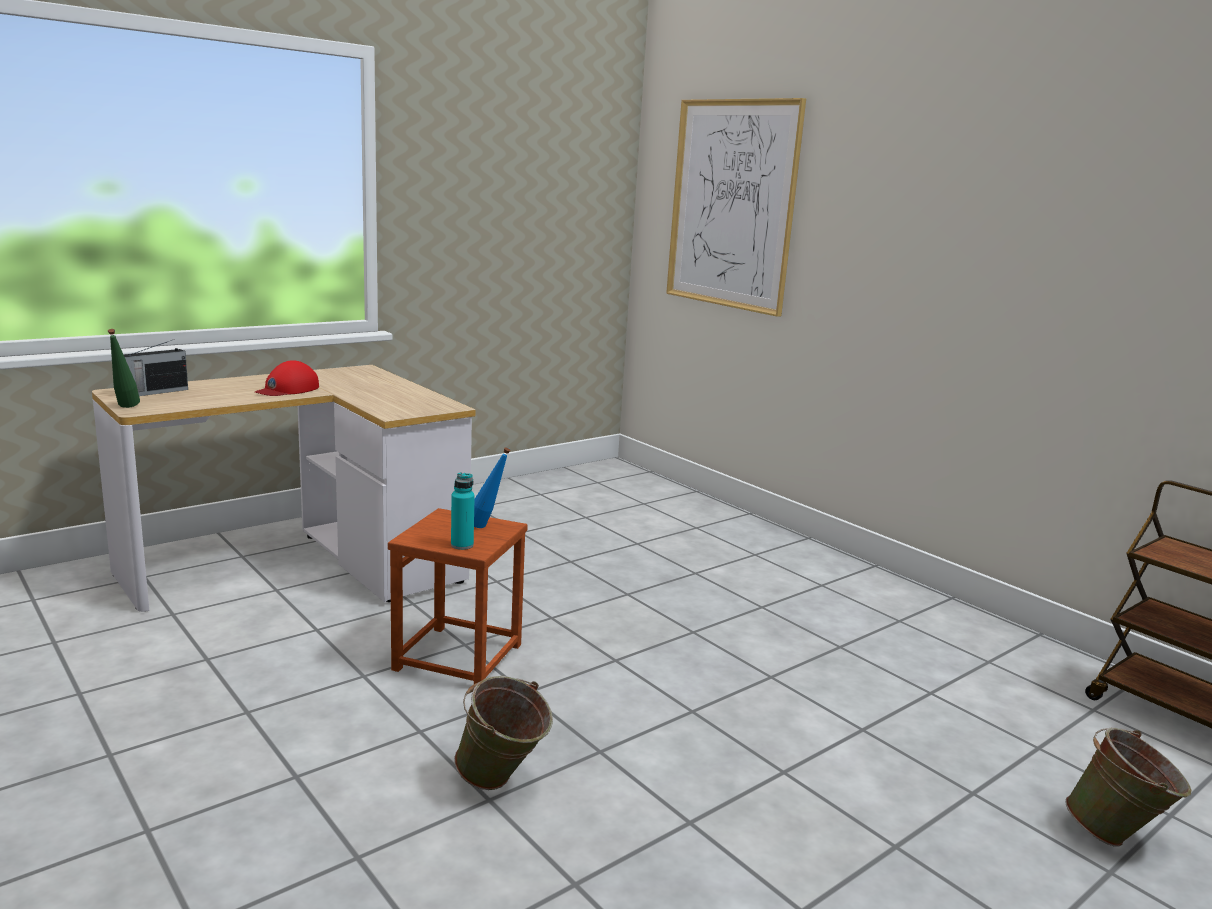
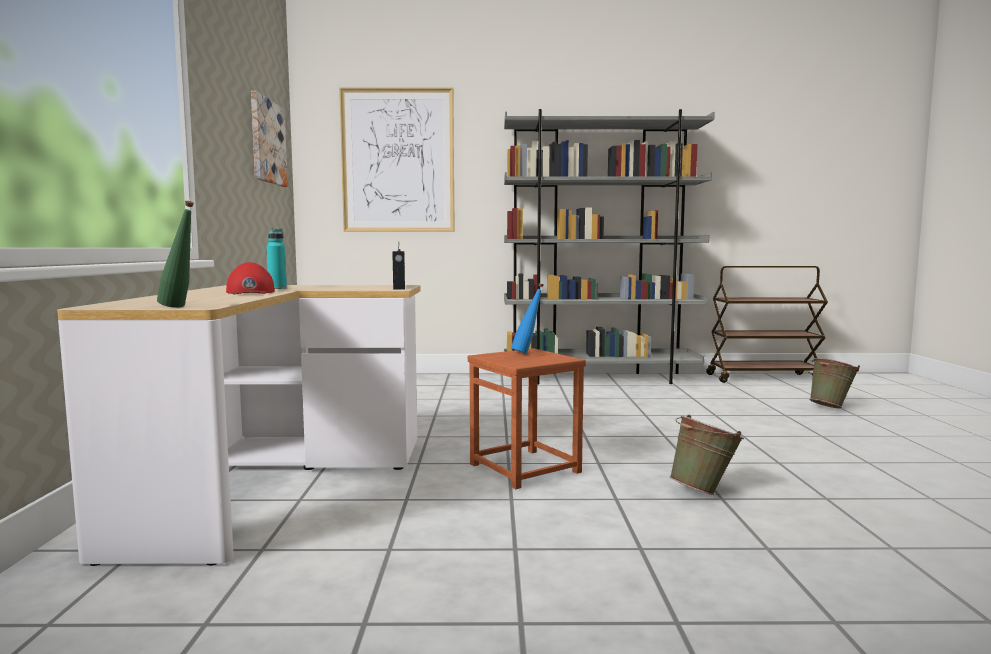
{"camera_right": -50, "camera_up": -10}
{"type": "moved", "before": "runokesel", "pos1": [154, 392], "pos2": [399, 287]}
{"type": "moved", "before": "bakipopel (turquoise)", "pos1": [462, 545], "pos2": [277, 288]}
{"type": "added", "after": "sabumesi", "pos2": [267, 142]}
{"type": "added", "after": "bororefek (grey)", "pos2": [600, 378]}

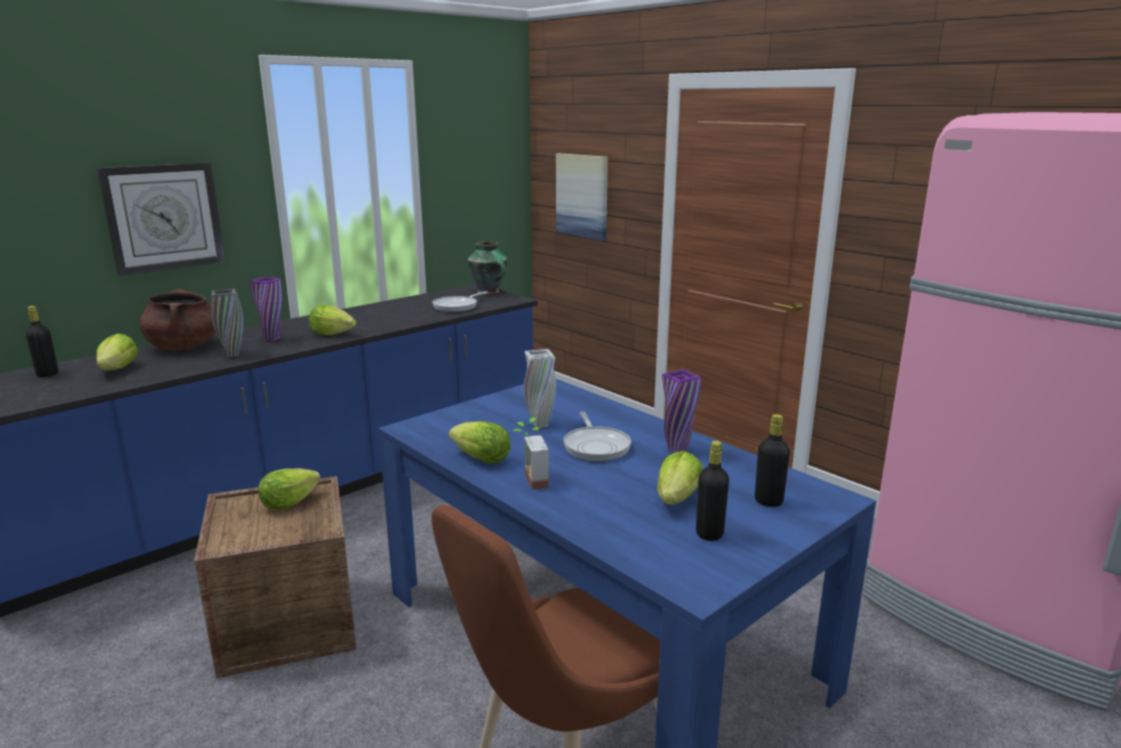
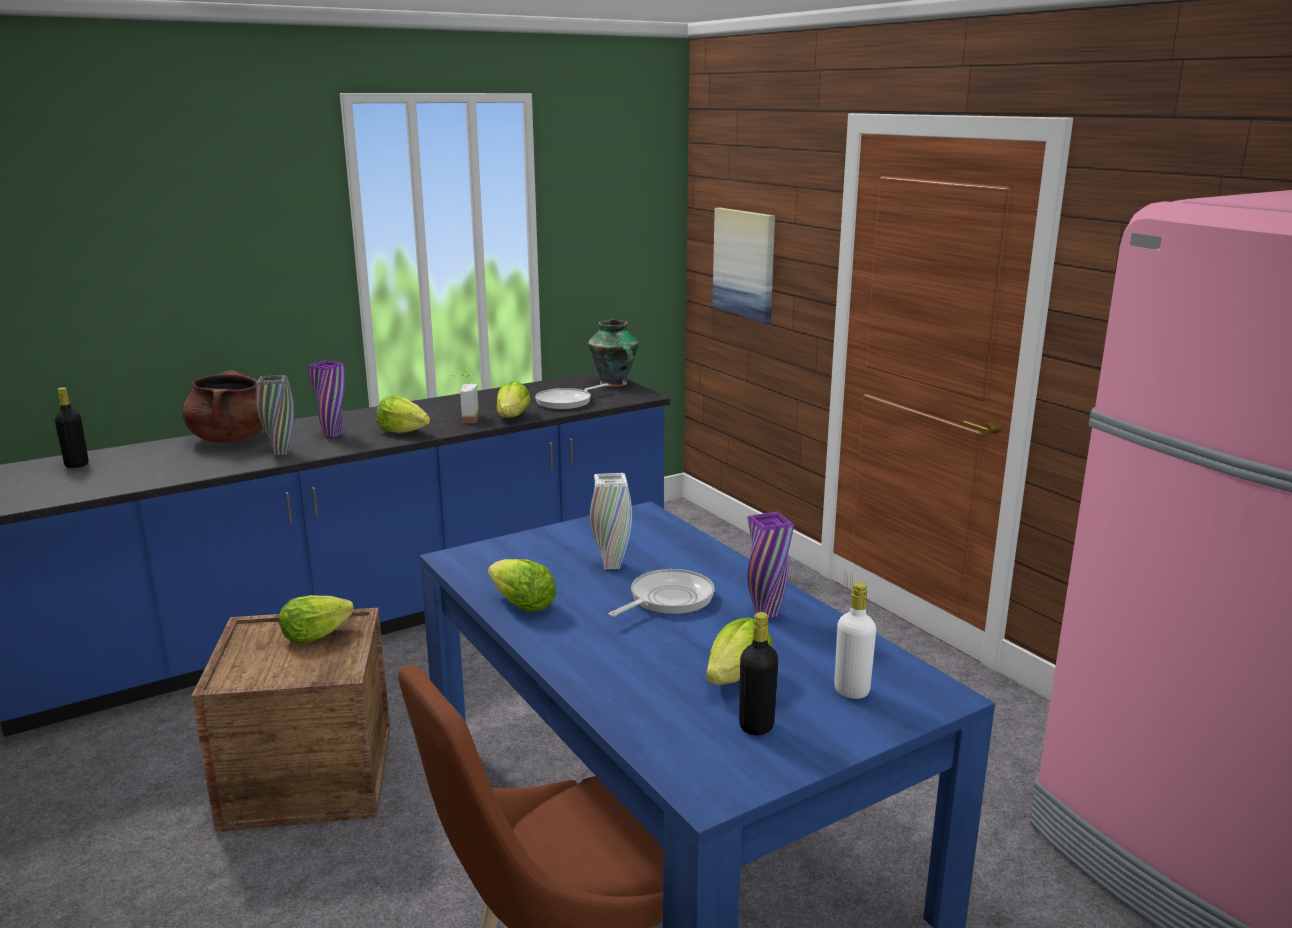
{"camera_right": 10, "camera_up": 0}
{"type": "removed", "before": "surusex", "pos1": [164, 217]}
{"type": "moved", "before": "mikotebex", "pos1": [119, 369], "pos2": [513, 417]}
{"type": "moved", "before": "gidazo", "pos1": [529, 481], "pos2": [464, 419]}
{"type": "turned", "before": "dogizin", "pos1": [596, 446], "pos2": [667, 599], "turn": -135}
{"type": "recoloured", "before": "bakipopel (black)", "after": "bakipopel (white)", "pos1": [768, 501], "pos2": [851, 691]}

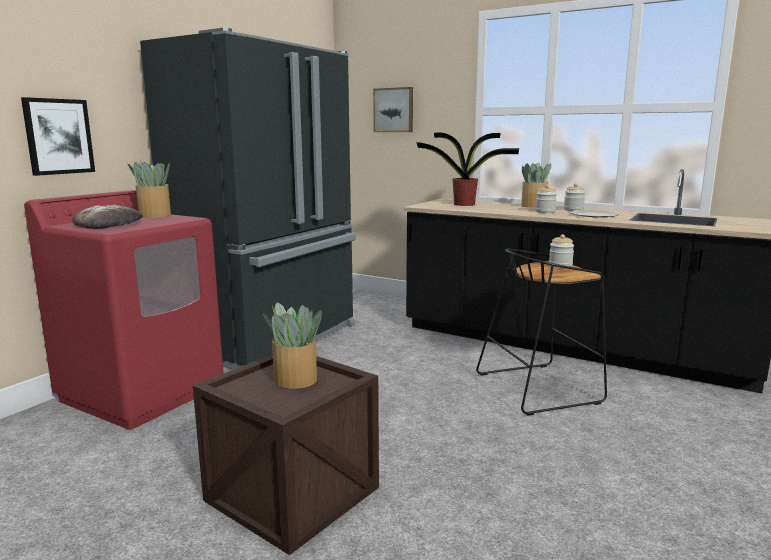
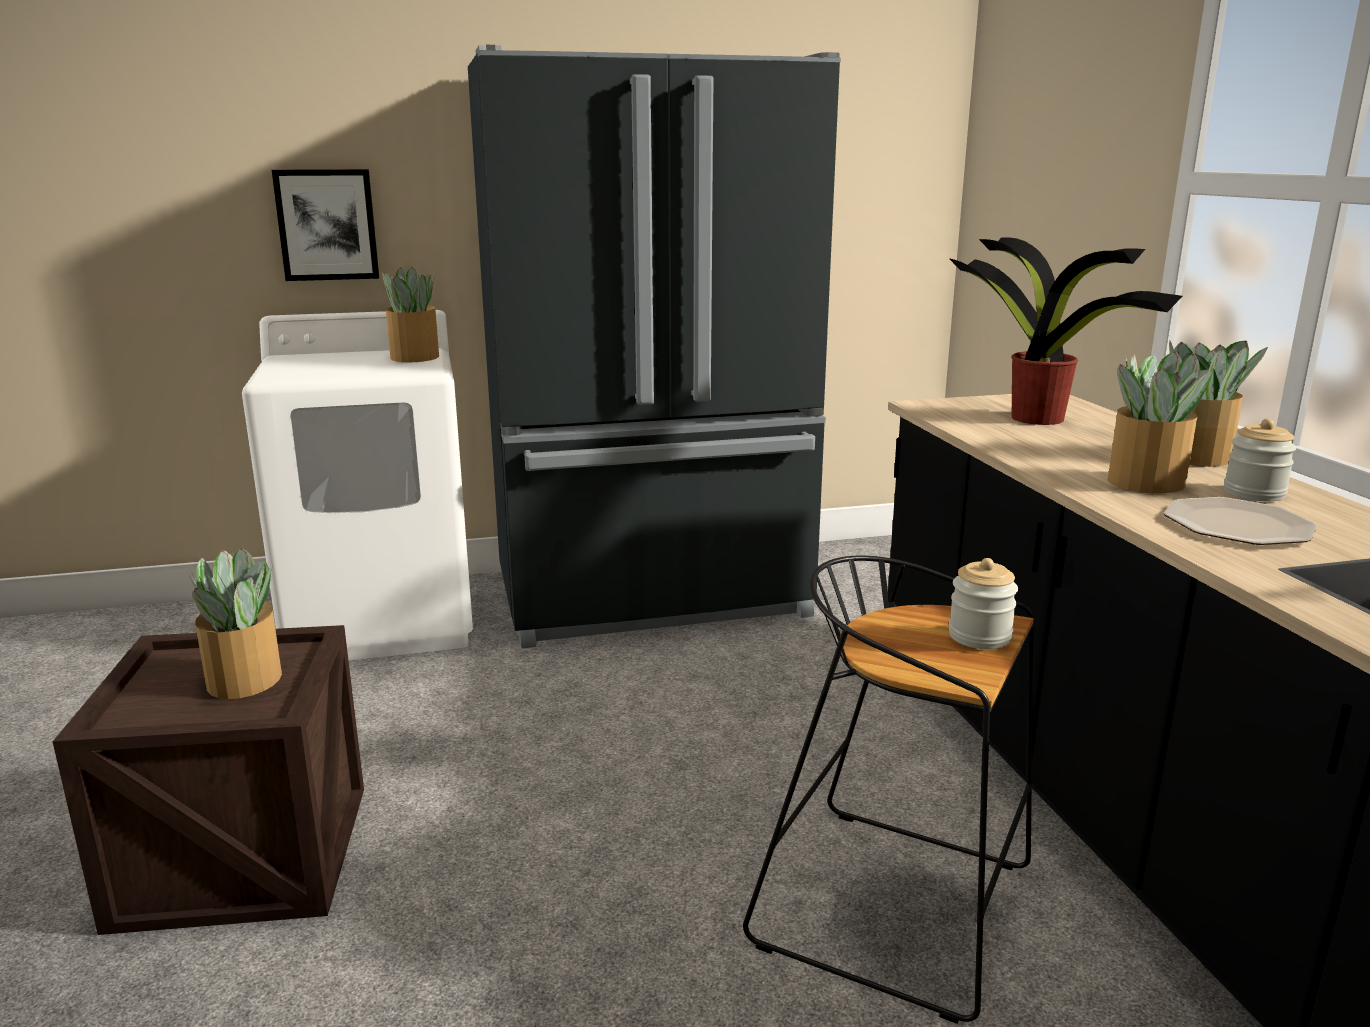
{"camera_right": 45, "camera_up": 5}
{"type": "recoloured", "before": "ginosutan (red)", "after": "ginosutan (white)", "pos1": [143, 392], "pos2": [383, 619]}
{"type": "removed", "before": "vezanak", "pos1": [109, 224]}
{"type": "removed", "before": "sabumesi", "pos1": [394, 110]}
{"type": "replaced", "before": "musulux", "after": "gidazo", "pos1": [545, 212], "pos2": [1144, 482]}

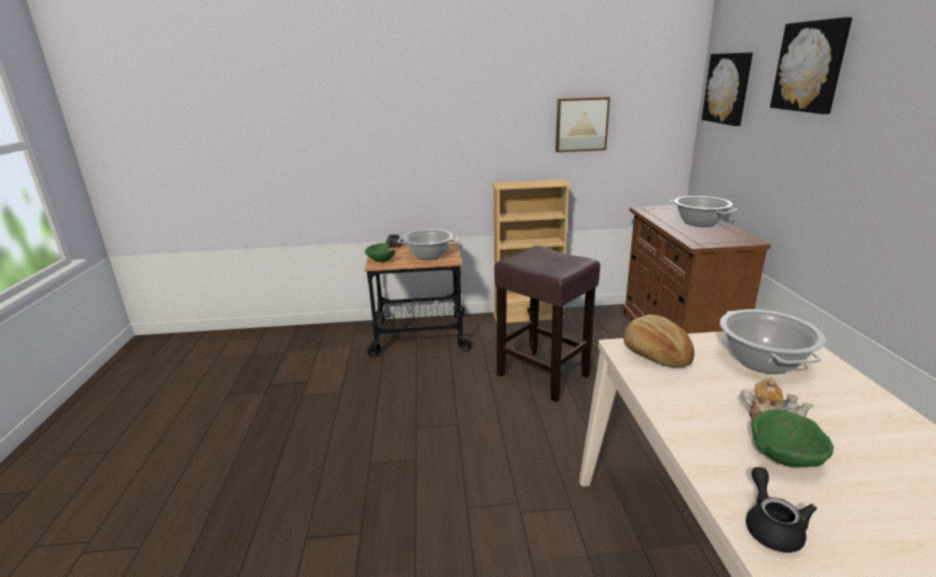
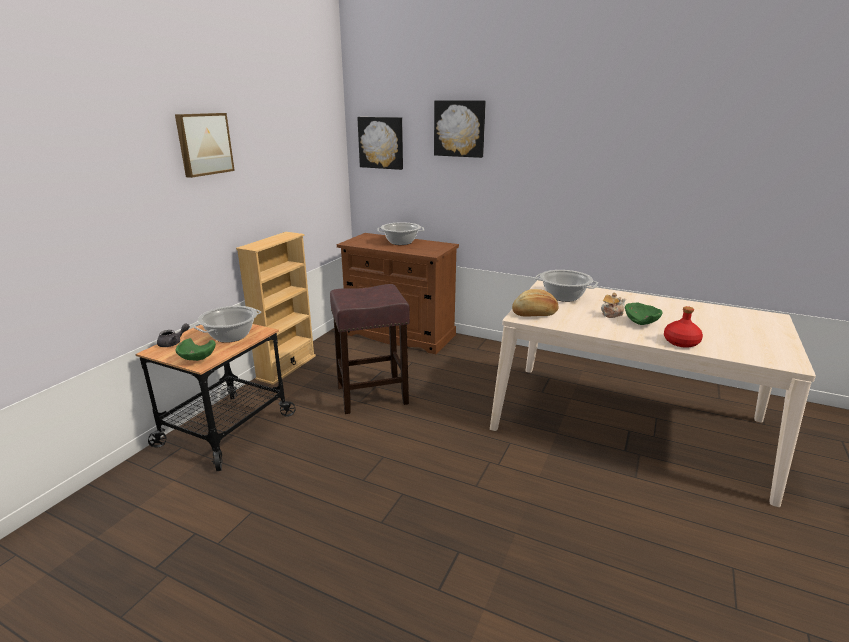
{"camera_right": -60, "camera_up": 0}
{"type": "moved", "before": "sabumesi", "pos1": [581, 124], "pos2": [204, 144]}
{"type": "replaced", "before": "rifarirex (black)", "after": "bakipopel (red)", "pos1": [771, 526], "pos2": [680, 342]}

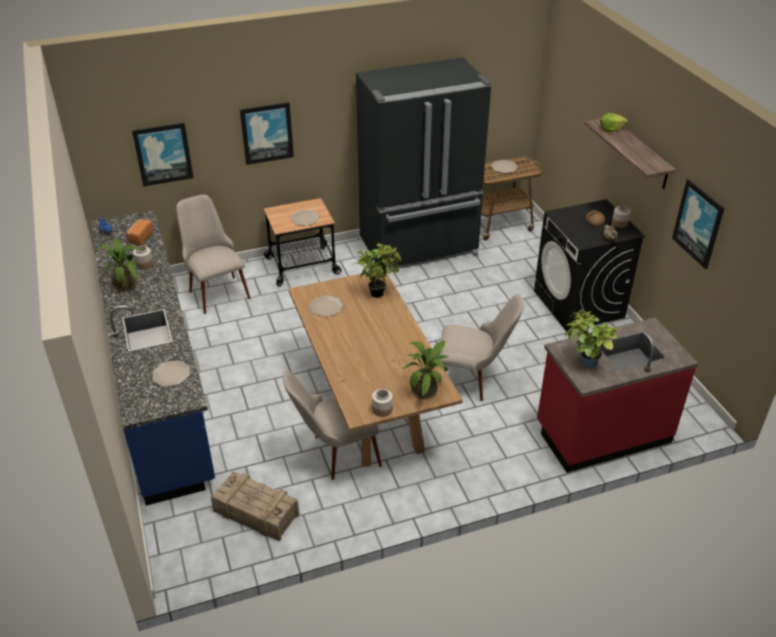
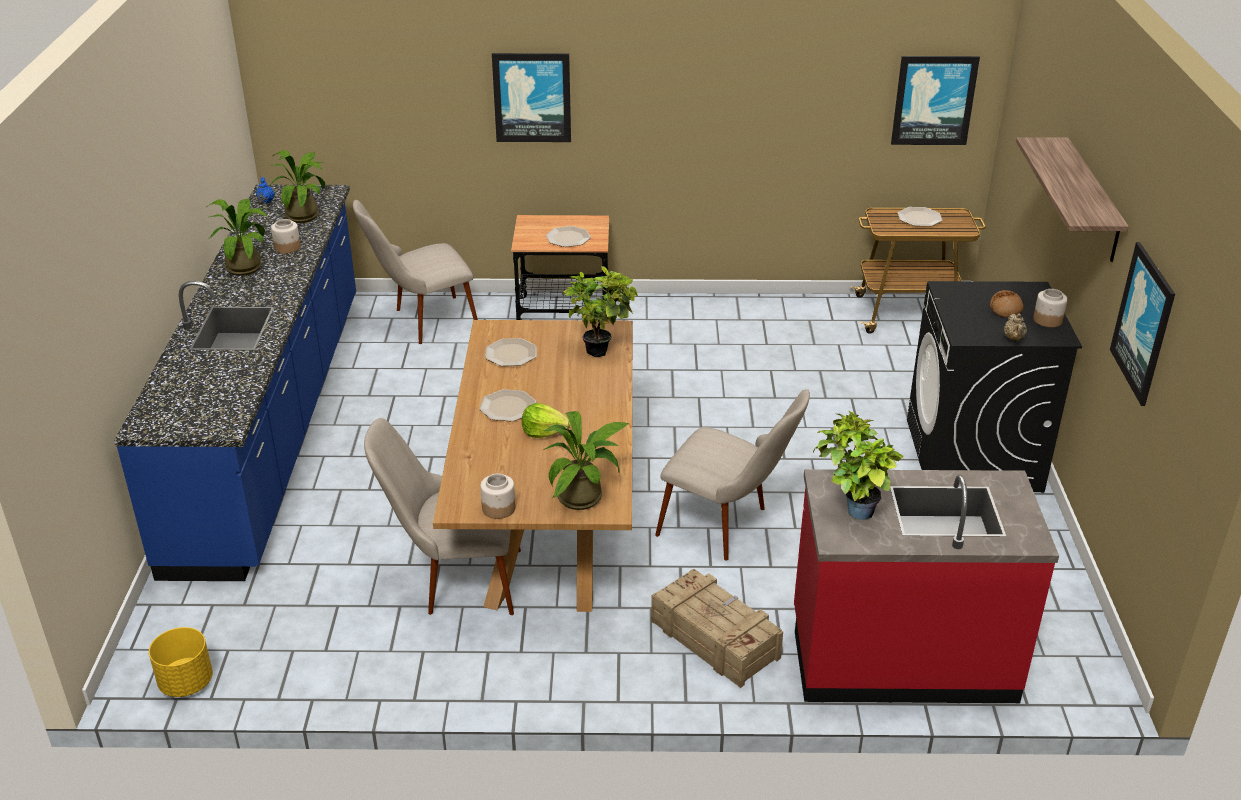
{"camera_right": 20, "camera_up": -5}
{"type": "replaced", "before": "vezanak", "after": "gidazo", "pos1": [140, 238], "pos2": [305, 215]}
{"type": "moved", "before": "sabumesi", "pos1": [163, 154], "pos2": [933, 100]}
{"type": "moved", "before": "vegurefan", "pos1": [171, 374], "pos2": [508, 406]}
{"type": "turned", "before": "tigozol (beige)", "pos1": [215, 289], "pos2": [422, 323], "turn": -105}
{"type": "moved", "before": "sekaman", "pos1": [256, 512], "pos2": [715, 638]}
{"type": "removed", "before": "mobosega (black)", "pos1": [420, 248]}
{"type": "moved", "before": "mikotebex", "pos1": [611, 129], "pos2": [544, 431]}
{"type": "added", "after": "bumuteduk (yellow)", "pos2": [186, 683]}

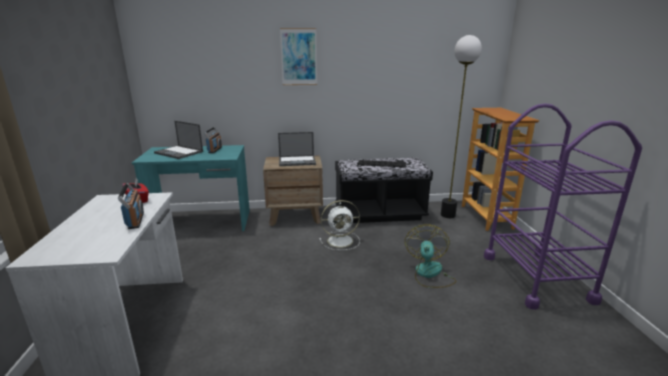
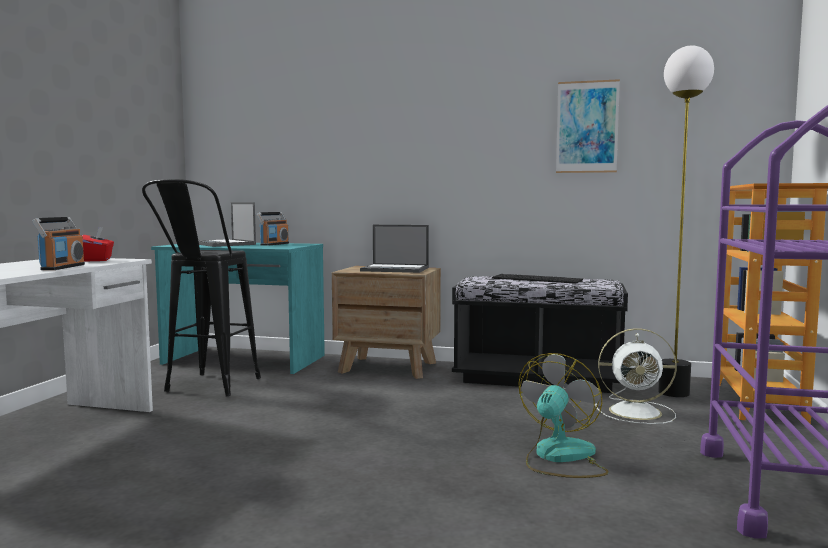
{"camera_right": 20, "camera_up": -15}
{"type": "moved", "before": "sabumesi", "pos1": [299, 57], "pos2": [587, 127]}
{"type": "moved", "before": "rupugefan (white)", "pos1": [341, 240], "pos2": [637, 412]}
{"type": "added", "after": "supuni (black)", "pos2": [206, 389]}

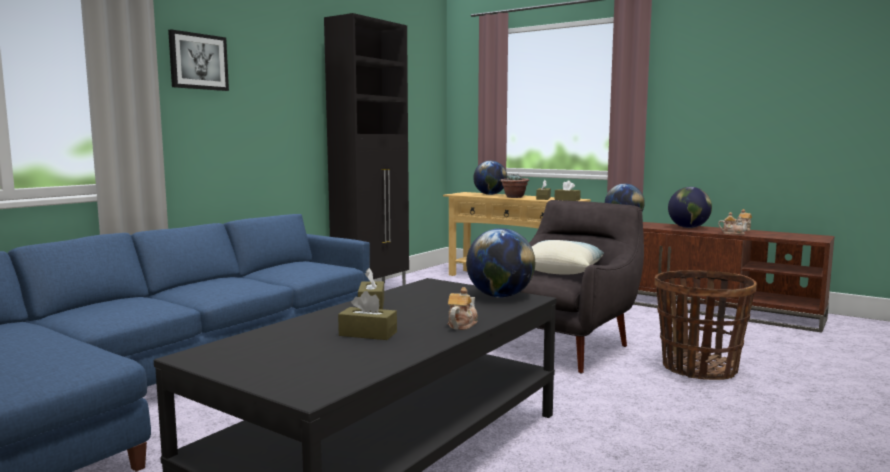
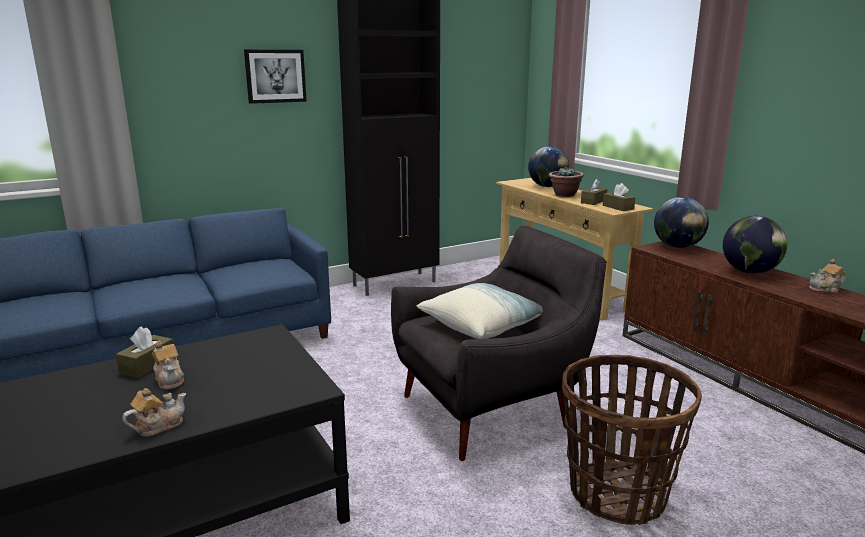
{"camera_right": 25, "camera_up": 10}
{"type": "moved", "before": "sabumesi", "pos1": [198, 61], "pos2": [275, 76]}
{"type": "removed", "before": "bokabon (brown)", "pos1": [368, 334]}
{"type": "removed", "before": "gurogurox", "pos1": [500, 296]}
{"type": "moved", "before": "rifarirex", "pos1": [732, 233], "pos2": [170, 380]}

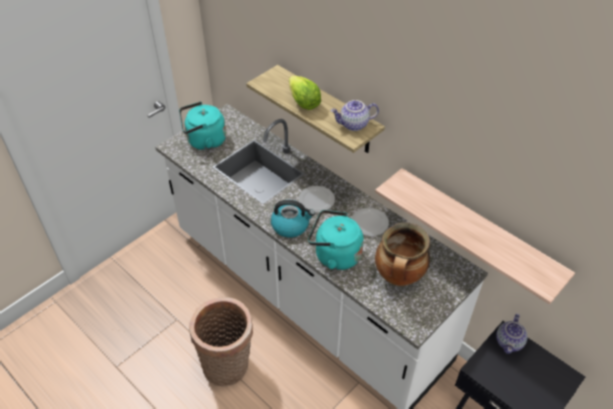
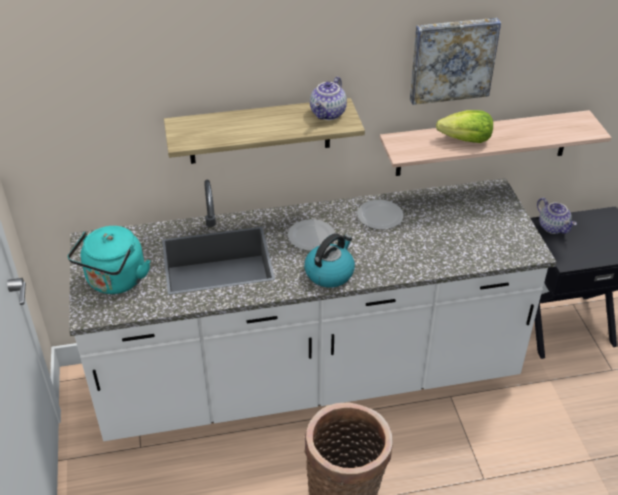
{"camera_right": -55, "camera_up": -5}
{"type": "moved", "before": "mikotebex", "pos1": [303, 103], "pos2": [466, 140]}
{"type": "removed", "before": "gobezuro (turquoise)", "pos1": [334, 255]}
{"type": "removed", "before": "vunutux", "pos1": [399, 277]}
{"type": "added", "after": "sabumesi", "pos2": [452, 59]}

